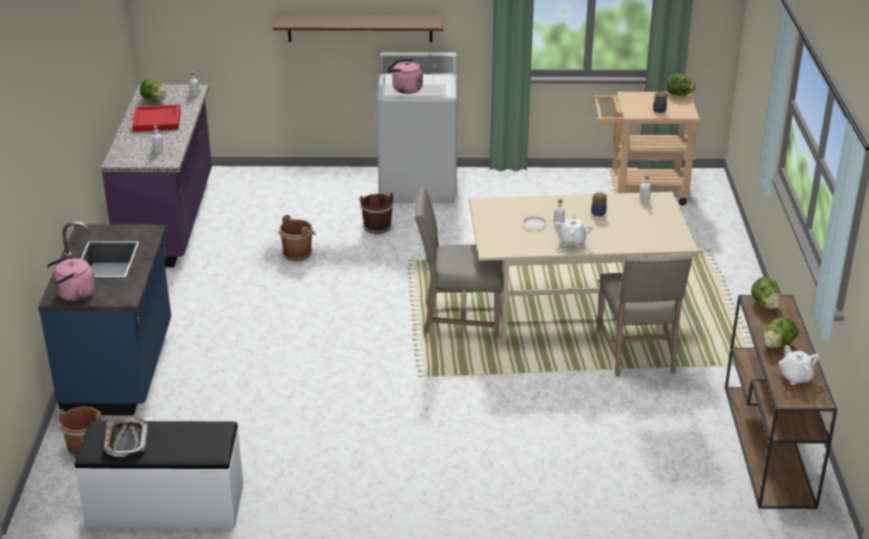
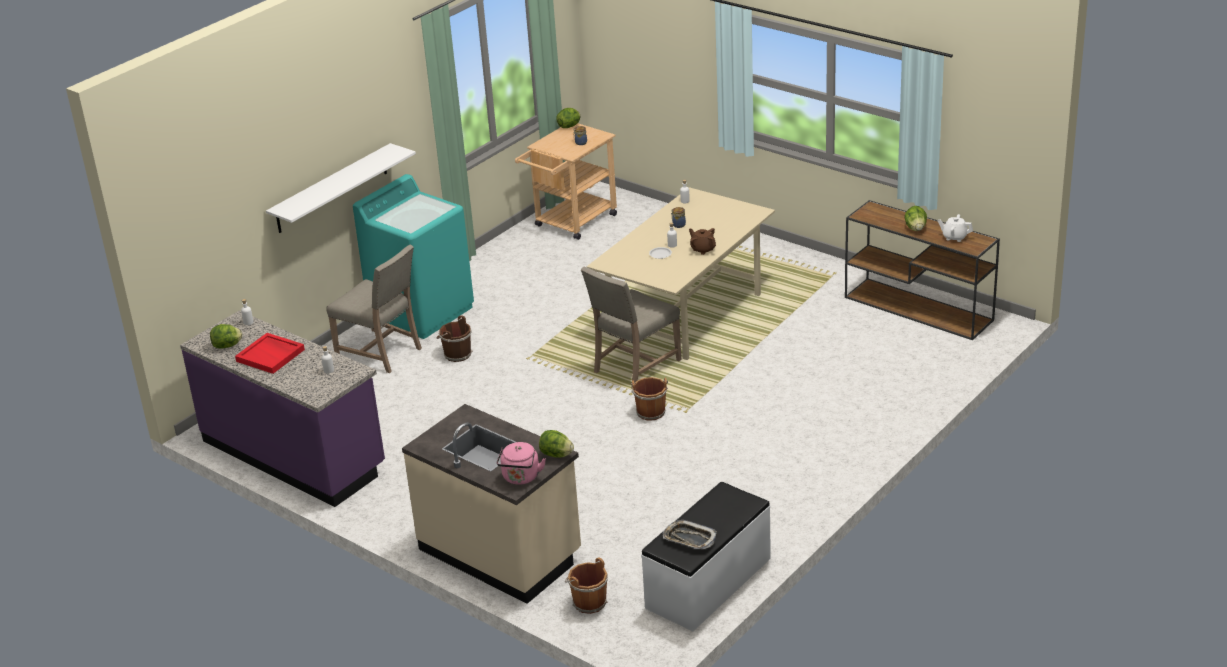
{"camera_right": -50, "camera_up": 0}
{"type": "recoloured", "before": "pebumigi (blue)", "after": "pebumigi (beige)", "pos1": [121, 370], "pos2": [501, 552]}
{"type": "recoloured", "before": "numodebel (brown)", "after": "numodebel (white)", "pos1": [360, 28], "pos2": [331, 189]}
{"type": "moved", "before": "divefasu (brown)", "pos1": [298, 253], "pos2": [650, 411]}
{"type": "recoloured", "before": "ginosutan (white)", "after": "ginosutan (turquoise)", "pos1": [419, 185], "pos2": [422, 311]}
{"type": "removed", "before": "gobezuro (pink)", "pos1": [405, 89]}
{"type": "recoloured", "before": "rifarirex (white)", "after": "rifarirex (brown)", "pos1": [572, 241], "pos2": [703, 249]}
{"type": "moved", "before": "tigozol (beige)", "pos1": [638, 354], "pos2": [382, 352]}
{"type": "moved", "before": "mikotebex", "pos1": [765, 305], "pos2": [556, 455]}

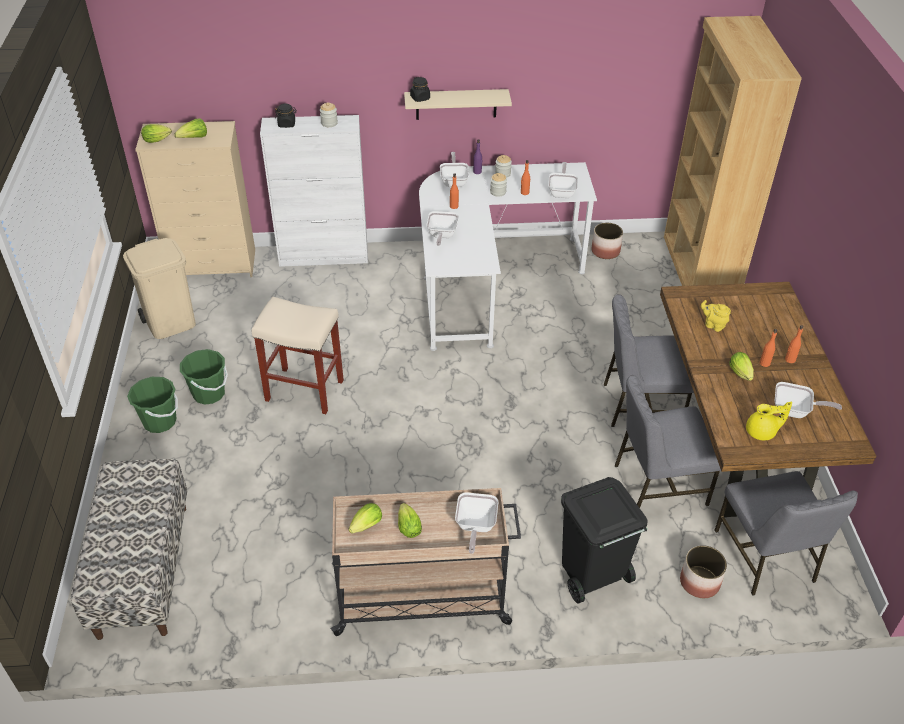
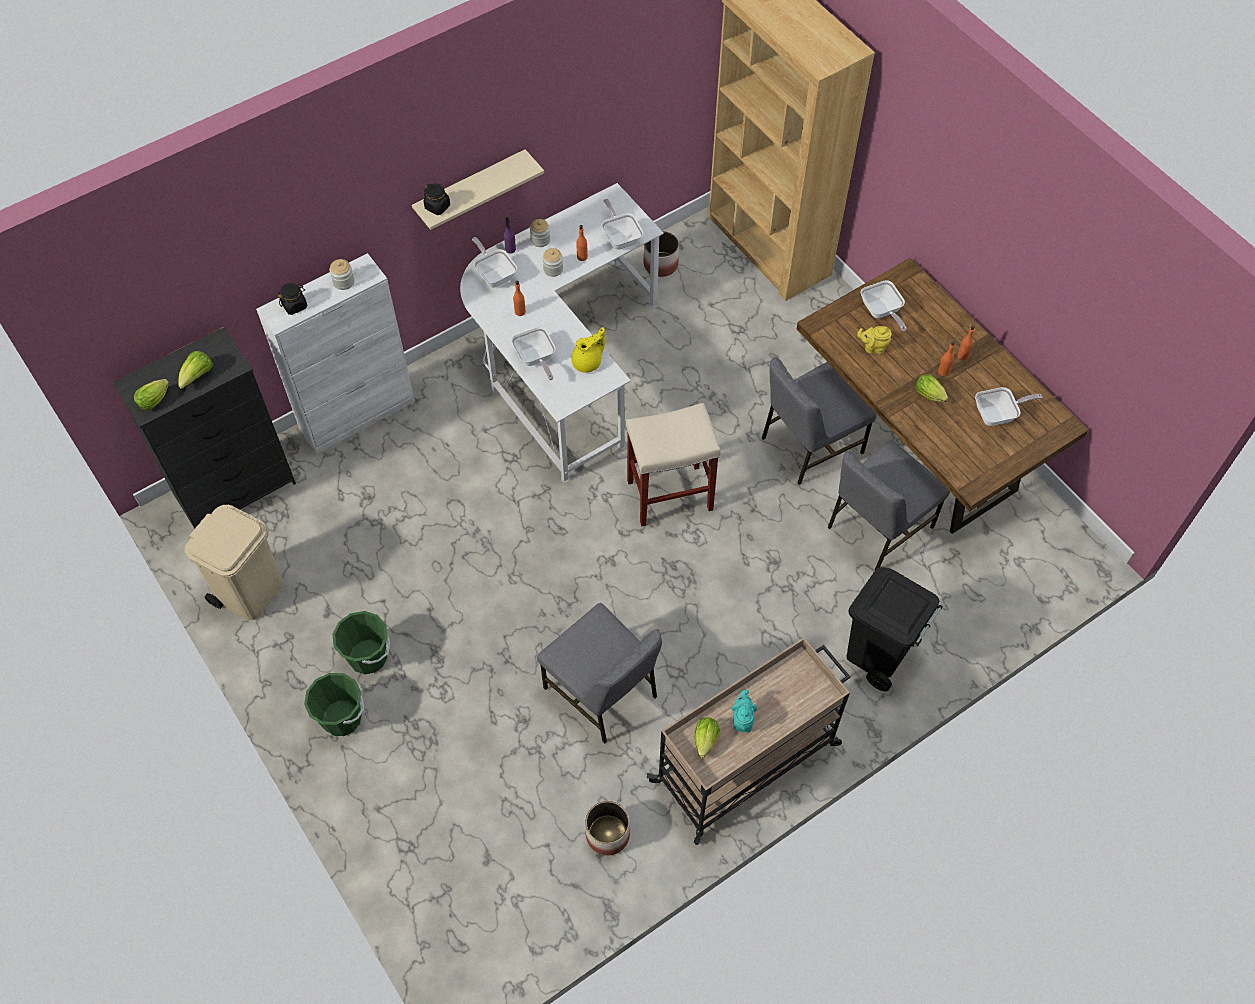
{"camera_right": -30, "camera_up": 15}
{"type": "removed", "before": "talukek", "pos1": [143, 569]}
{"type": "recoloured", "before": "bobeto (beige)", "after": "bobeto (black)", "pos1": [213, 265], "pos2": [236, 489]}
{"type": "moved", "before": "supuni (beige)", "pos1": [303, 390], "pos2": [668, 496]}
{"type": "replaced", "before": "mikotebex", "after": "rifarirex (turquoise)", "pos1": [408, 526], "pos2": [742, 719]}
{"type": "moved", "before": "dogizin", "pos1": [475, 527], "pos2": [881, 312]}
{"type": "moved", "before": "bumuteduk", "pos1": [699, 582], "pos2": [607, 834]}
{"type": "moved", "before": "tigozol (grey)", "pos1": [766, 557], "pos2": [602, 692]}
{"type": "moved", "before": "rifarirex (yellow)", "pos1": [762, 432], "pos2": [588, 362]}

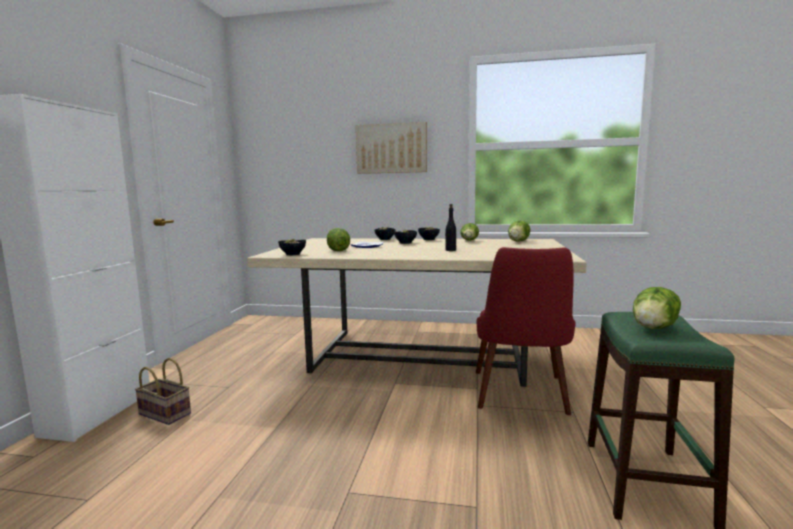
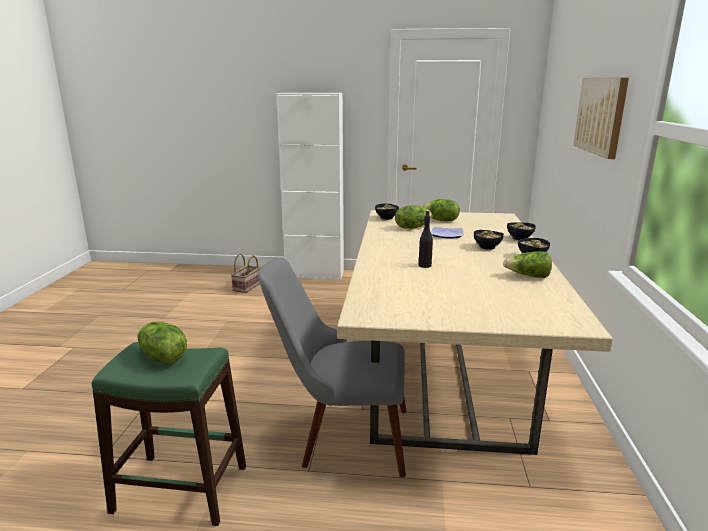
{"camera_right": 85, "camera_up": 10}
{"type": "moved", "before": "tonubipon", "pos1": [166, 413], "pos2": [247, 287]}
{"type": "recoloured", "before": "tigozol (red)", "after": "tigozol (grey)", "pos1": [521, 398], "pos2": [340, 436]}
{"type": "moved", "before": "mikotebex", "pos1": [519, 241], "pos2": [441, 220]}

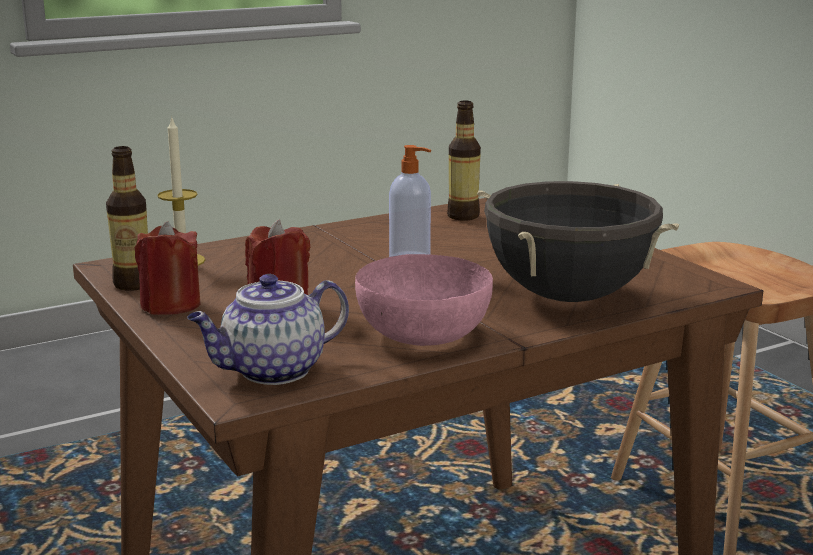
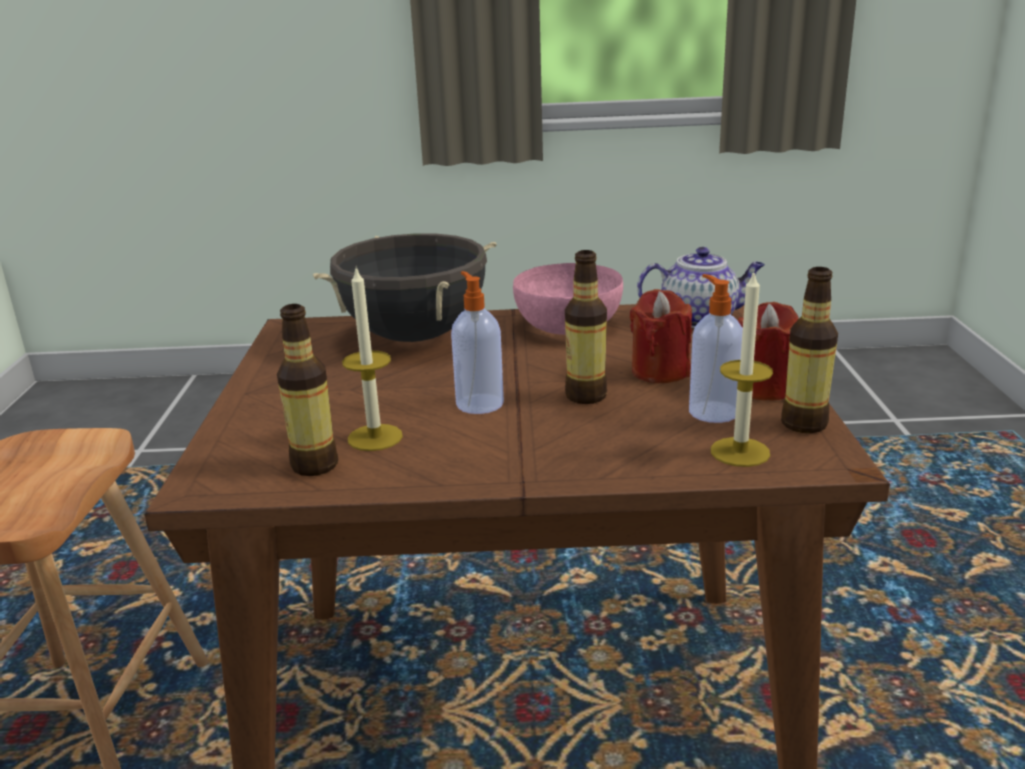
{"camera_right": -150, "camera_up": 5}
{"type": "added", "after": "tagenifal", "pos2": [375, 437]}
{"type": "added", "after": "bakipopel", "pos2": [586, 396]}
{"type": "added", "after": "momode", "pos2": [712, 411]}

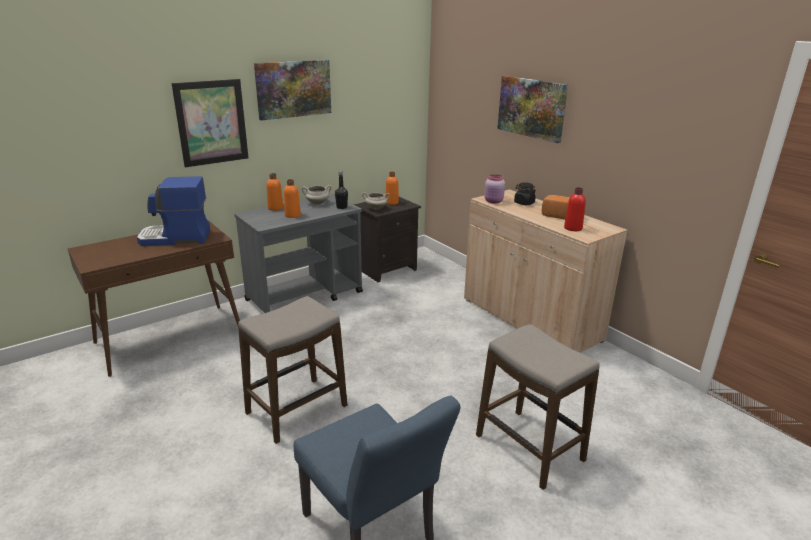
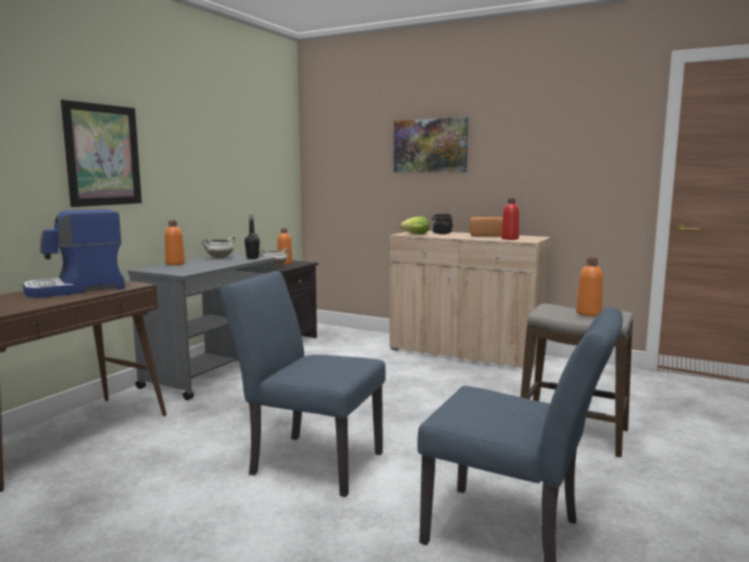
{"camera_right": -25, "camera_up": -15}
{"type": "replaced", "before": "supuni", "after": "tigozol (blue)", "pos1": [296, 409], "pos2": [308, 461]}
{"type": "removed", "before": "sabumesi", "pos1": [293, 89]}
{"type": "moved", "before": "bakipopel (orange)", "pos1": [292, 215], "pos2": [588, 313]}
{"type": "replaced", "before": "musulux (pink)", "after": "mikotebex", "pos1": [493, 201], "pos2": [414, 234]}

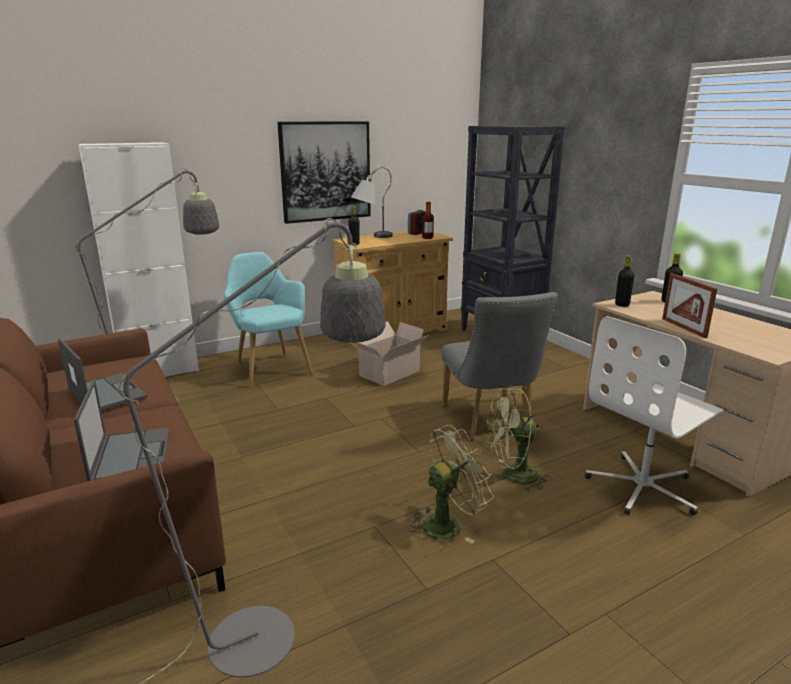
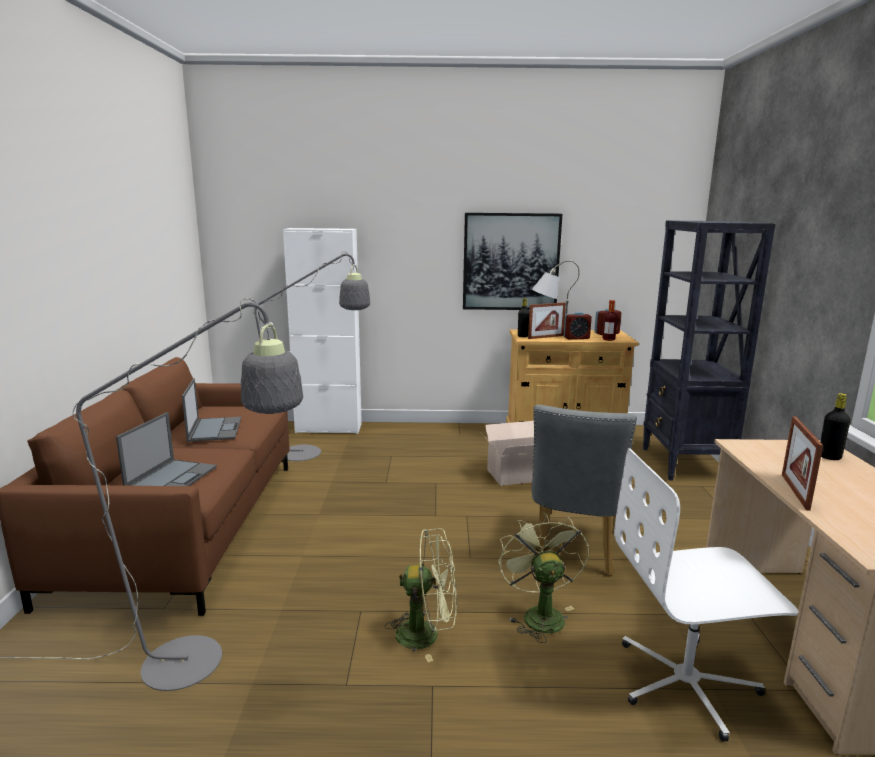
{"camera_right": 30, "camera_up": -5}
{"type": "removed", "before": "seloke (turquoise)", "pos1": [270, 368]}
{"type": "turned", "before": "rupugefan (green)", "pos1": [512, 476], "pos2": [539, 614], "turn": 60}
{"type": "removed", "before": "bakipopel (black)", "pos1": [622, 305]}
{"type": "added", "after": "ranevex", "pos2": [545, 337]}
{"type": "added", "after": "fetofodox", "pos2": [576, 338]}

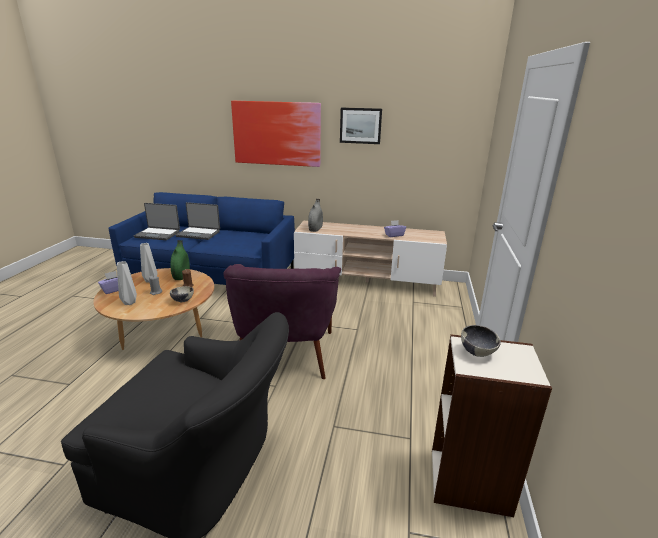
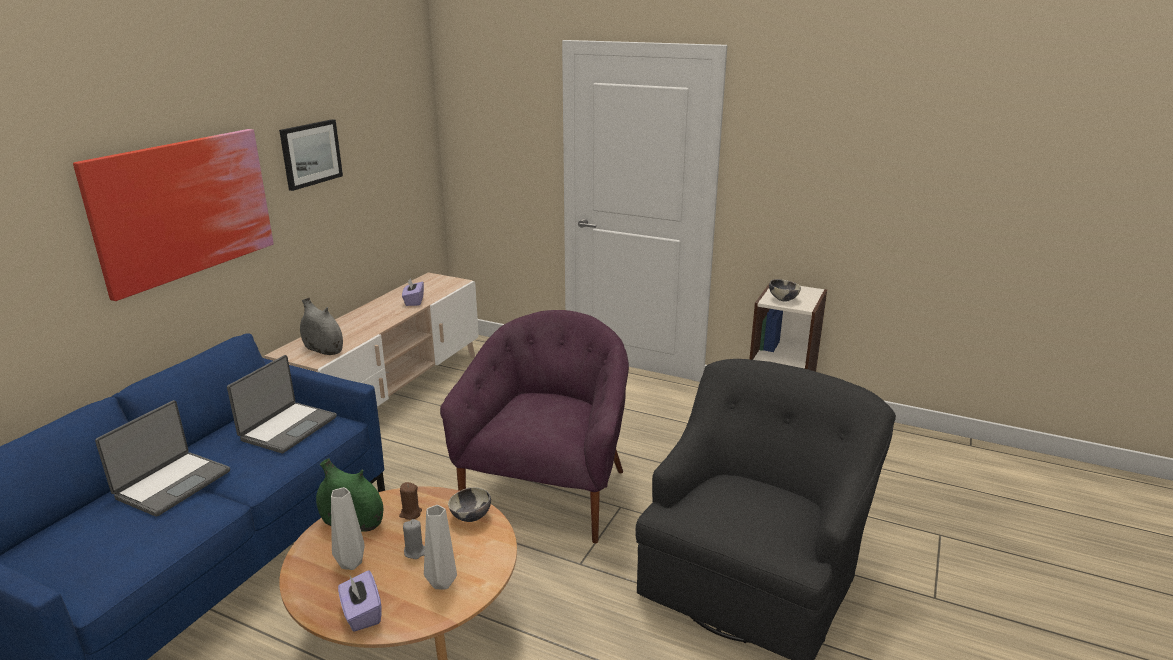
{"camera_right": -75, "camera_up": 0}
{"type": "moved", "before": "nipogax", "pos1": [158, 234], "pos2": [287, 428]}
{"type": "turned", "before": "seloke (purple)", "pos1": [284, 352], "pos2": [548, 492], "turn": -90}

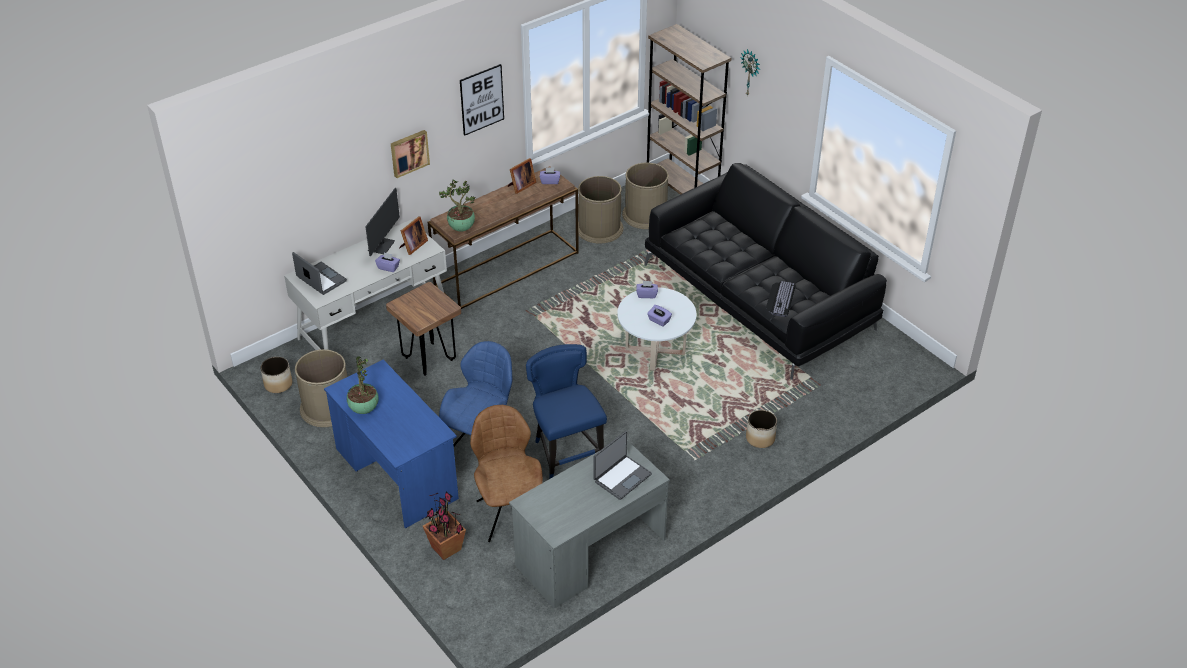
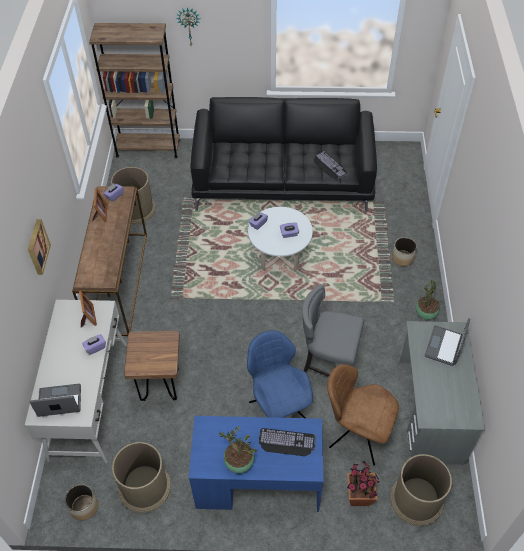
{"camera_right": -50, "camera_up": 10}
{"type": "removed", "before": "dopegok", "pos1": [382, 246]}
{"type": "moved", "before": "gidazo", "pos1": [460, 228], "pos2": [425, 315]}
{"type": "removed", "before": "sabumesi", "pos1": [482, 99]}
{"type": "recoloured", "before": "tigozol (blue)", "after": "tigozol (grey)", "pos1": [566, 452], "pos2": [328, 364]}
{"type": "turned", "before": "nipogax", "pos1": [622, 477], "pos2": [445, 346], "turn": -150}
{"type": "moved", "before": "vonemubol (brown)", "pos1": [645, 214], "pos2": [417, 499]}
{"type": "added", "after": "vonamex", "pos2": [286, 443]}

